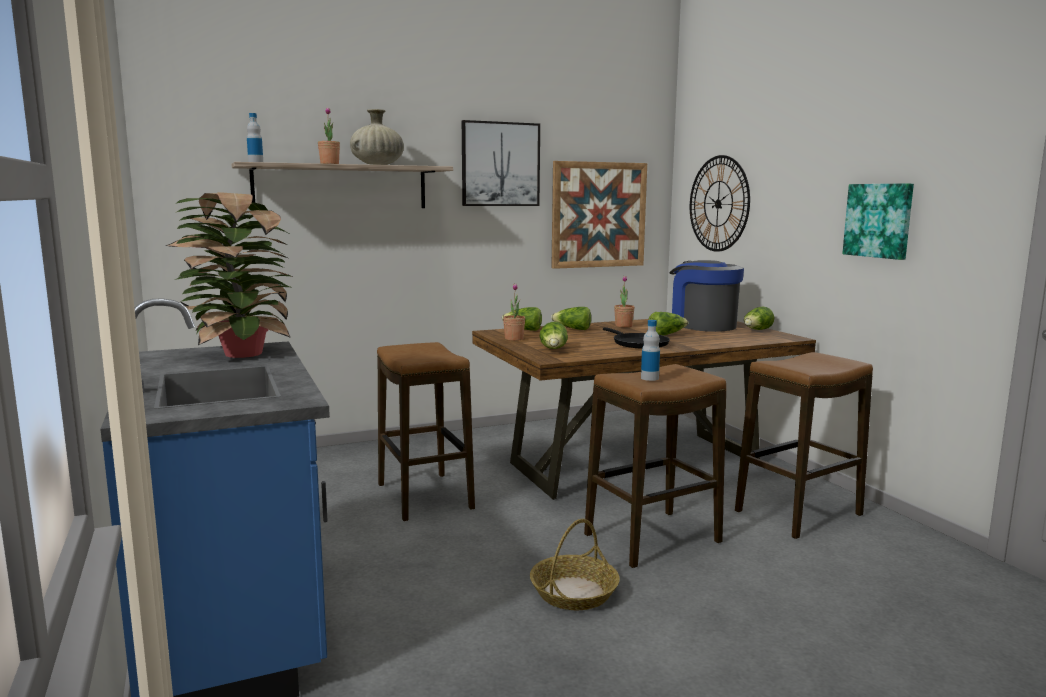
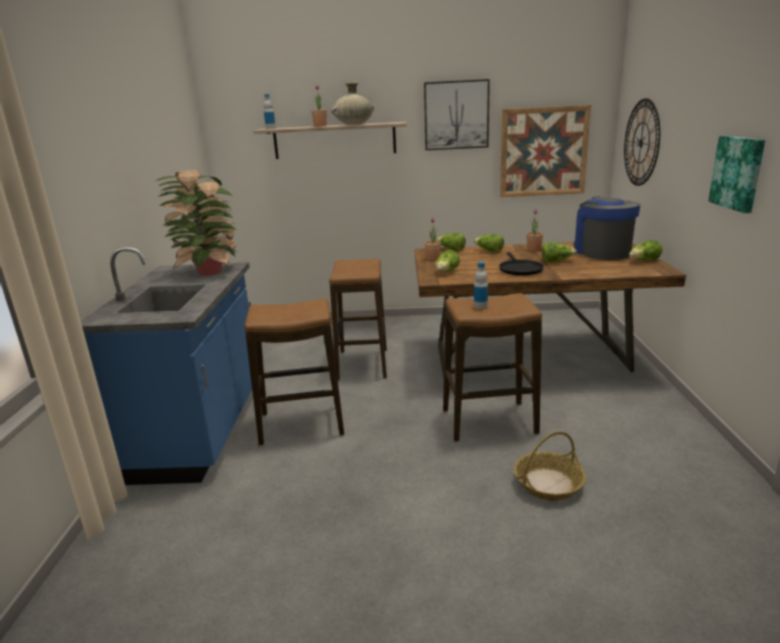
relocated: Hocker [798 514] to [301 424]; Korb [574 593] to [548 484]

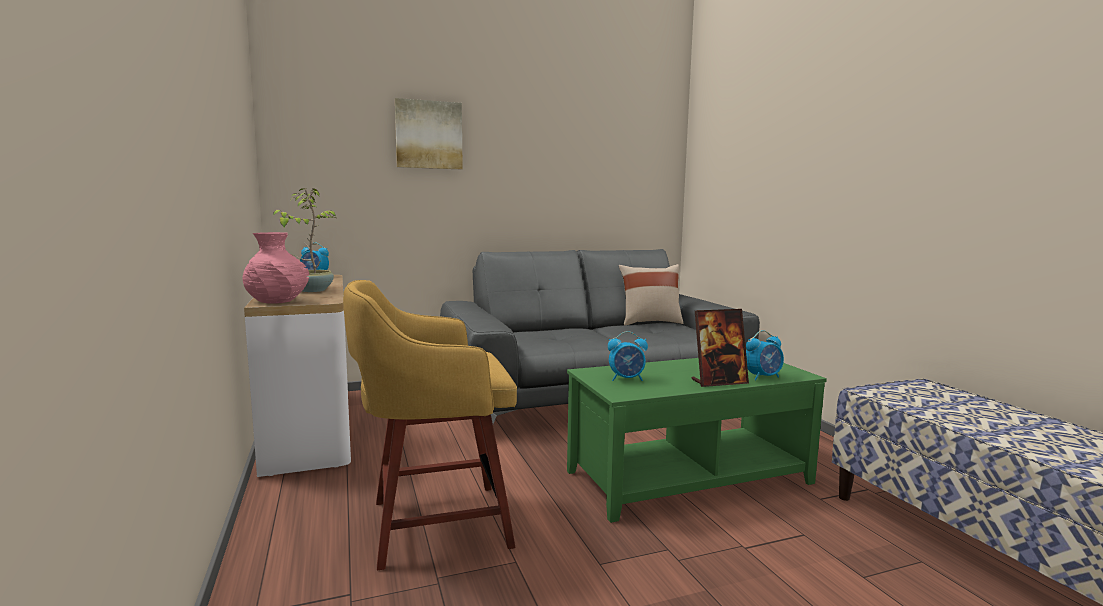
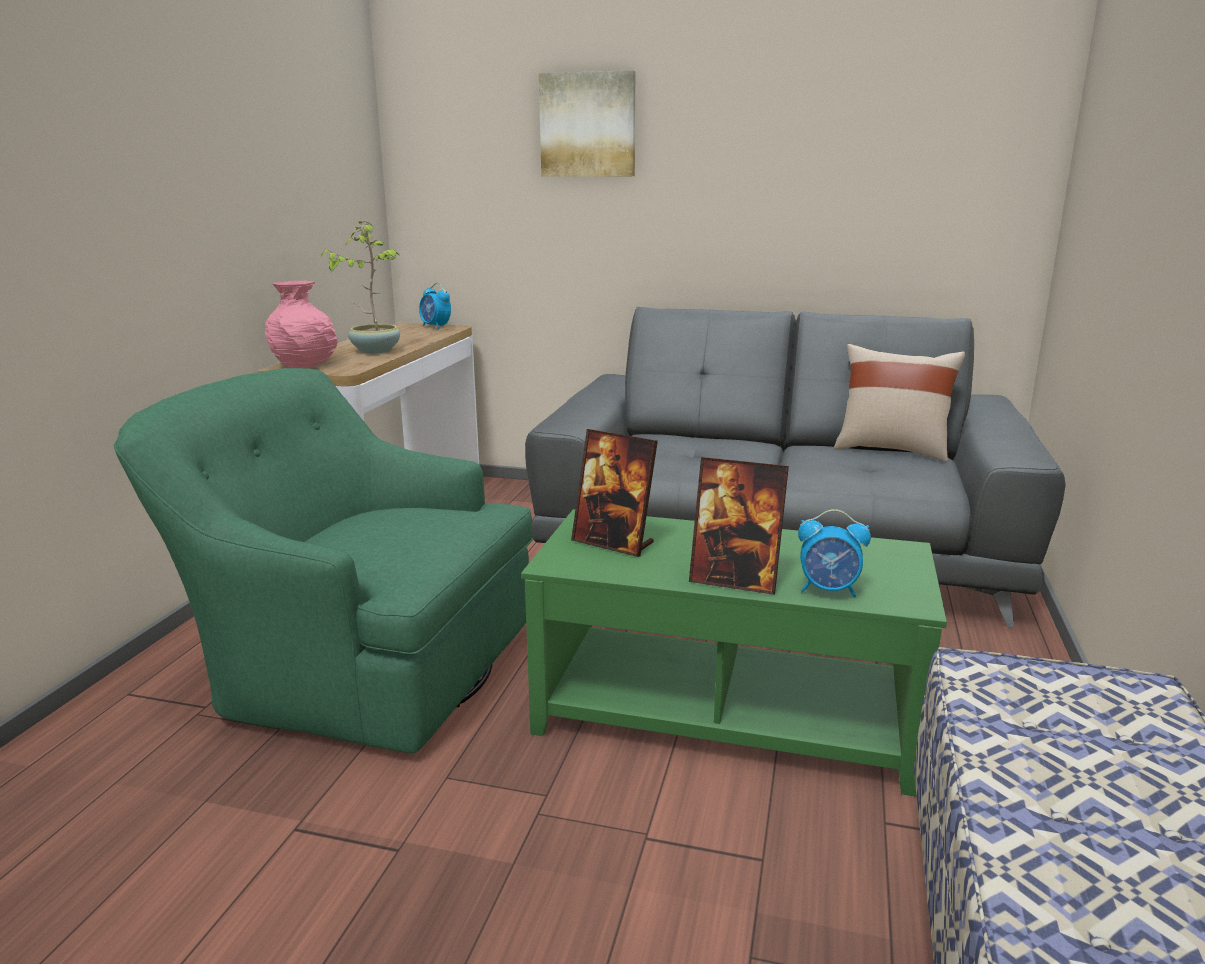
exchanged: Hocker [gelb] [434 524] to Sessel [grün] [358 664]; Wecker [627 379] to Bilderrahmen [613 543]

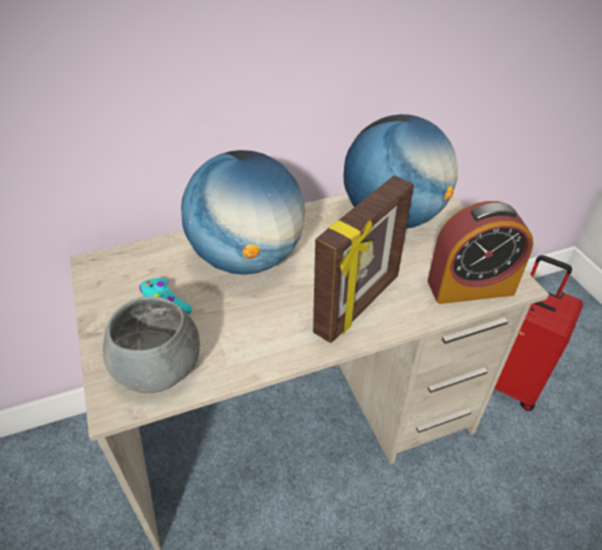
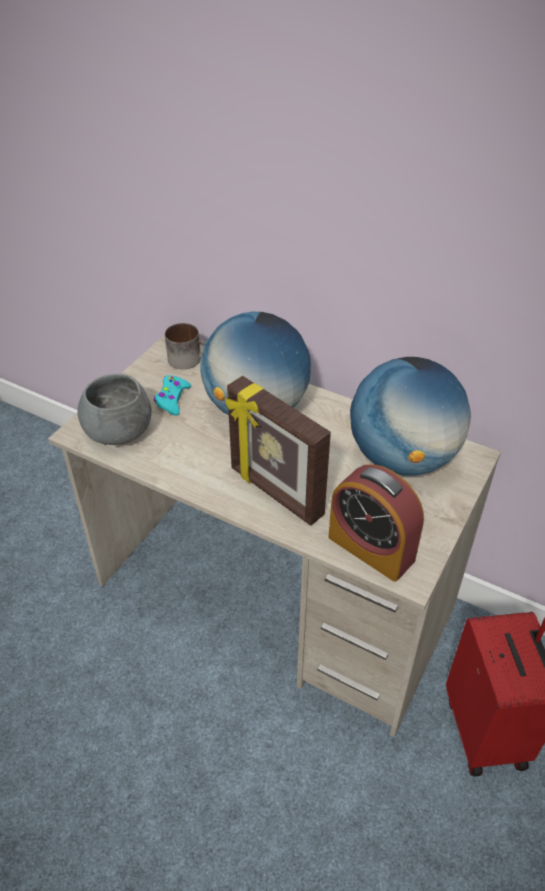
appeared: Henkelbecher [189 359]
spun: Bilderrahmen [359 305] = [275 493] 45 degrees clockwise

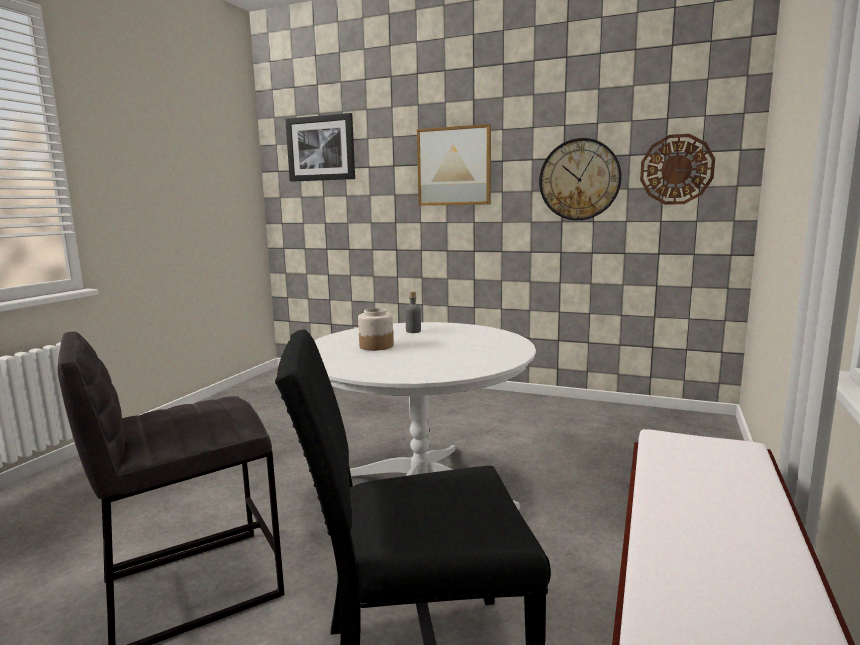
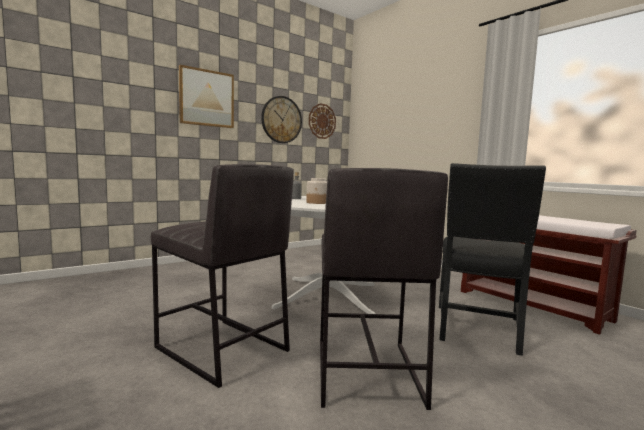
missing: Bild [321 148]
appeared: Hocker [grau] [221 350]

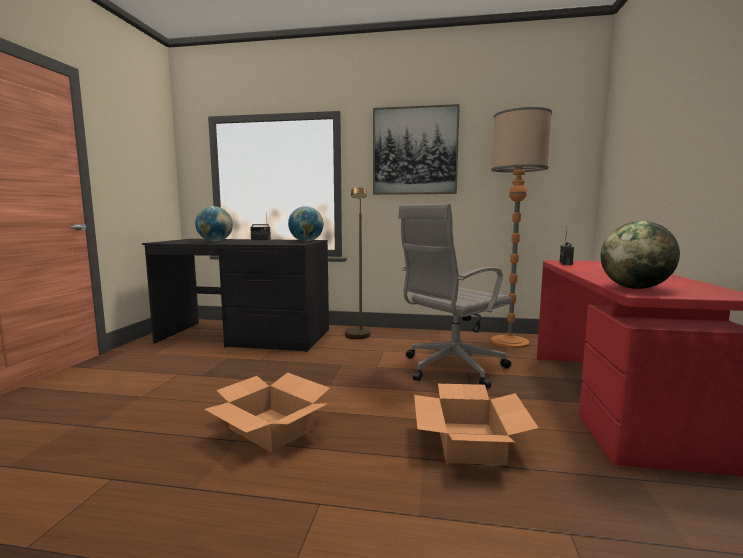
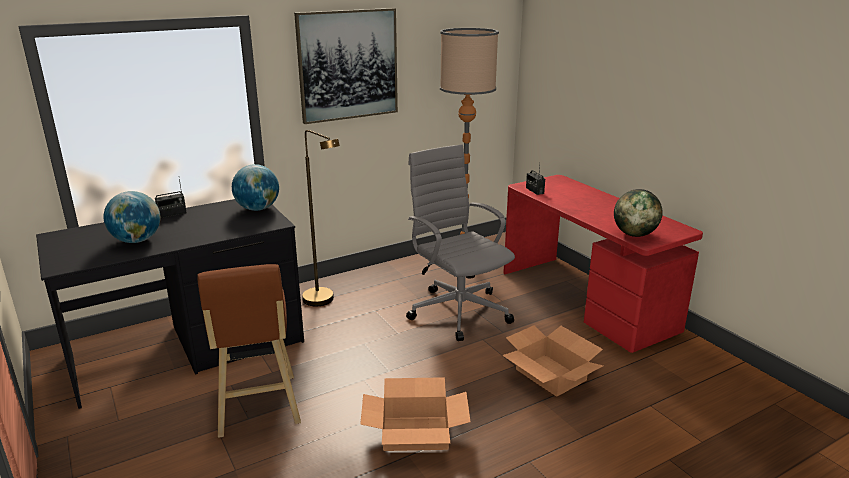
appeared: Hocker [braun] [258 408]
spun: Bürostuhl [grau] [451 368] = [458 310] 135 degrees clockwise

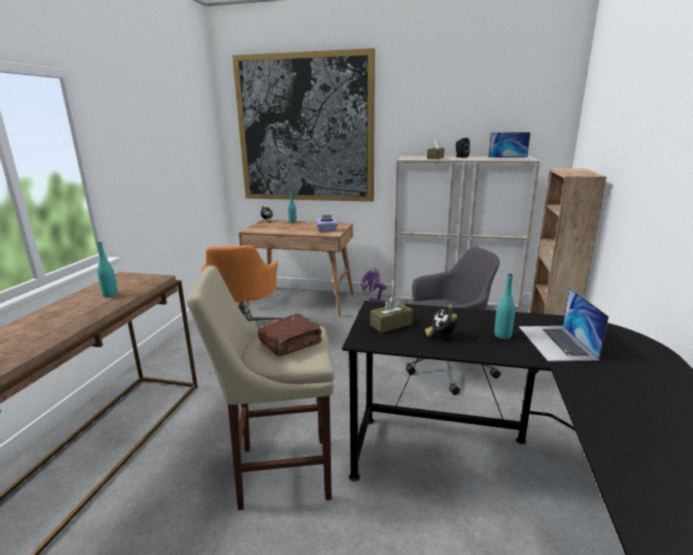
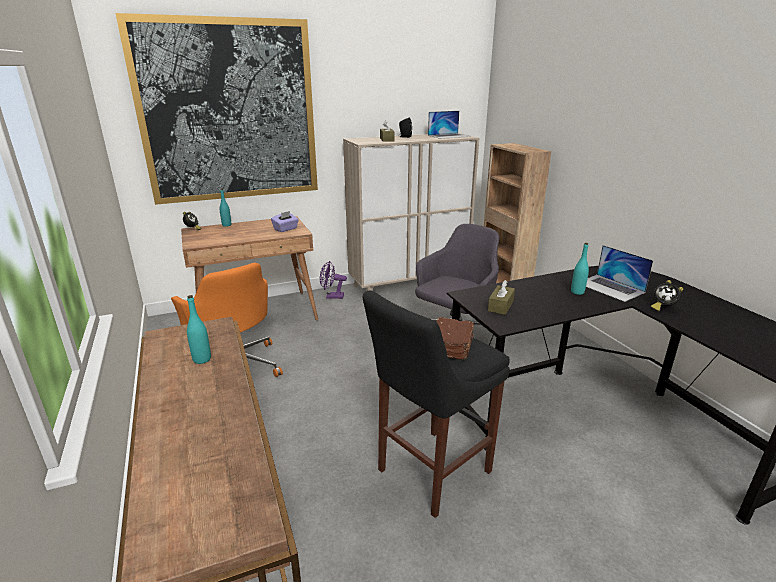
relocated: Wecker [441 336] to [662 308]
colour: Hocker [beige] [279 471] to Hocker [schwarz] [429 473]

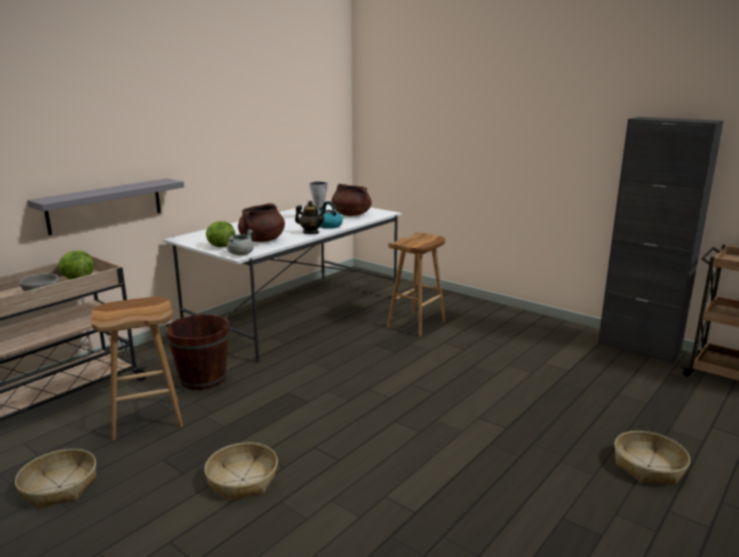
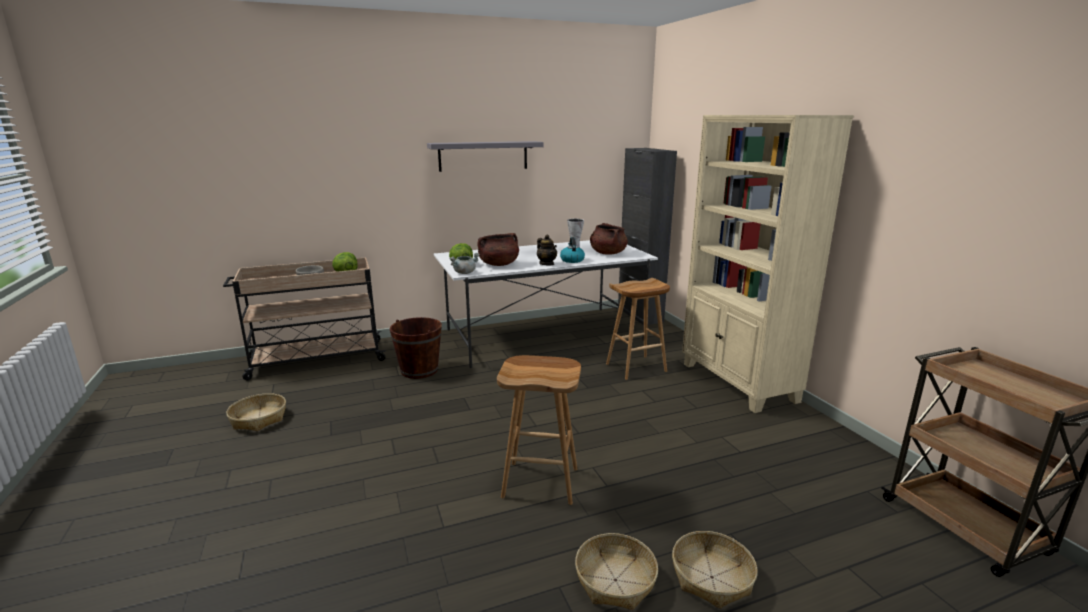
appeared: Bücherregal [beige] [738 383]
relocated: Schrank [schwarz] [638 348] to [640 315]; Wandregal [grau] [105 205] to [483 156]; Hocker [braun] [147 418] to [541 482]; Korb [243 479] to [615 580]

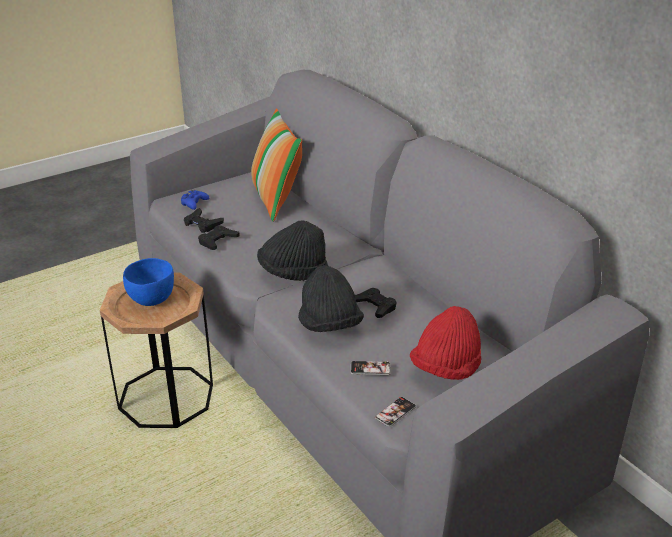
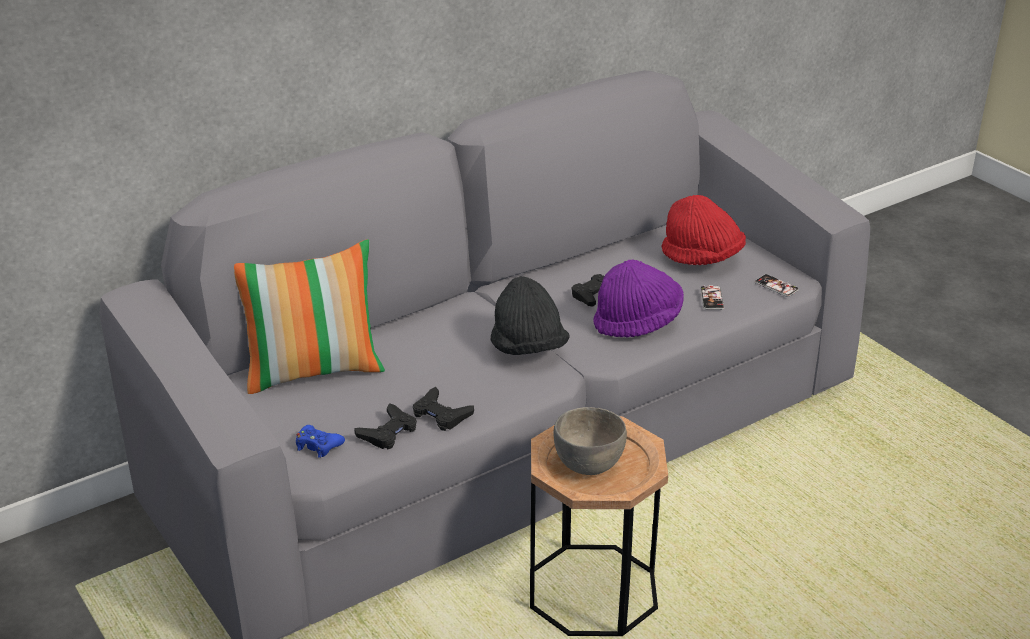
colour: Schüssel [blau] [151 300] to Schüssel [grau] [589 465]; Hut [schwarz] [329 324] to Hut [lila] [637 322]

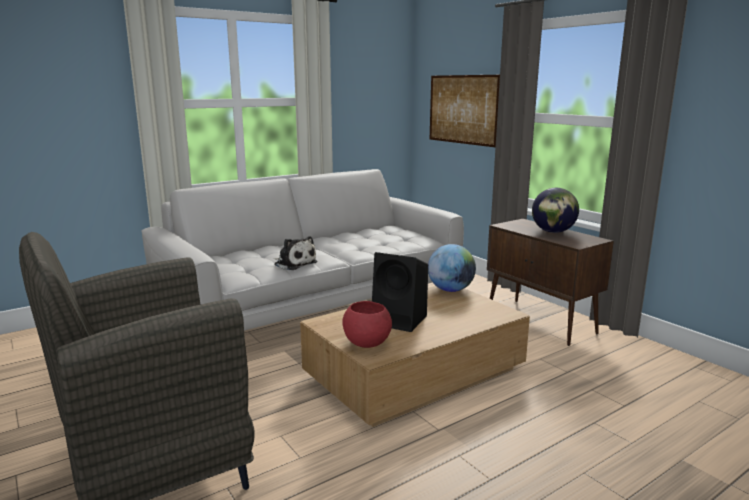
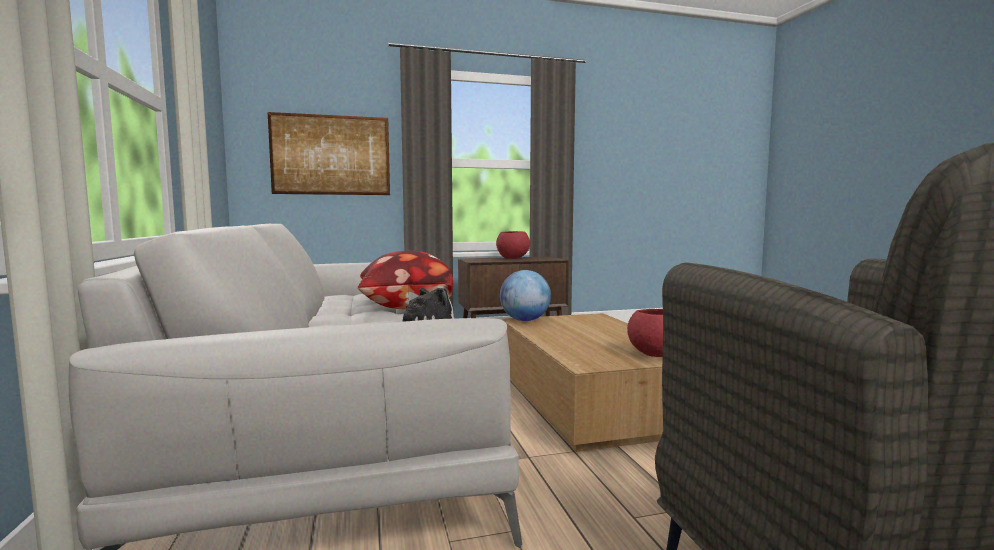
missing: Lautsprecher [schwarz] [400 320]
appeared: Kissen [404 308]
exchanged: Globus [553 232] to Schüssel [rot] [513 258]

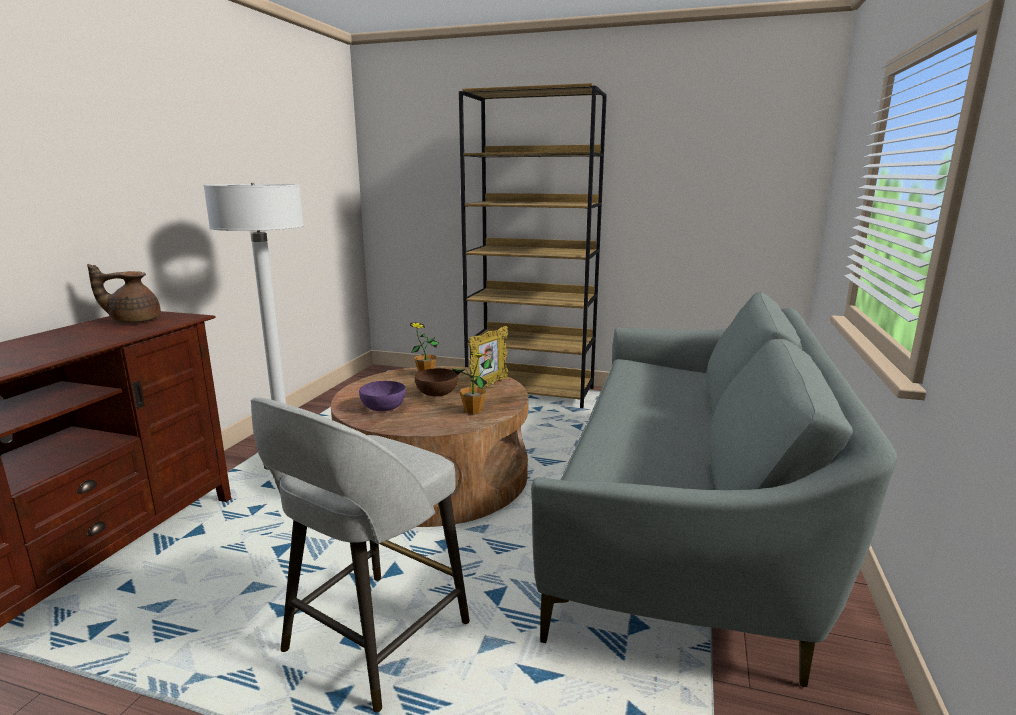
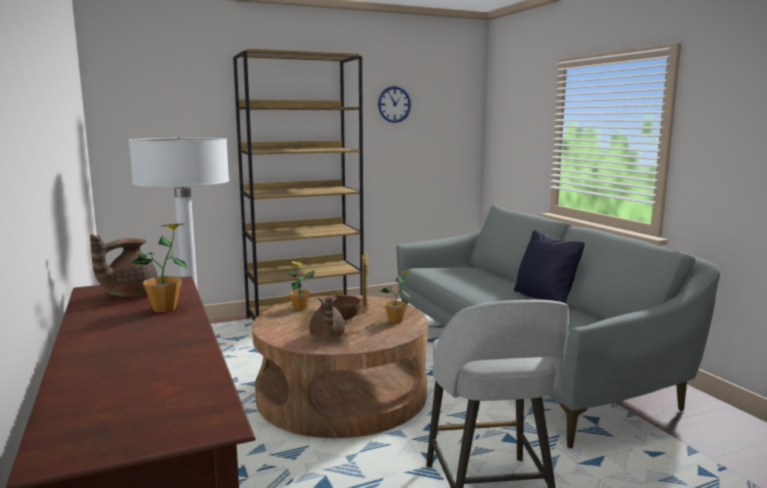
appeared: Wanduhr [394 104]; Topfpflanze [165 308]; Kissen [schwarz] [544 299]
exchanged: Schüssel [lila] [383 407] to Teekanne [braun] [327 337]

